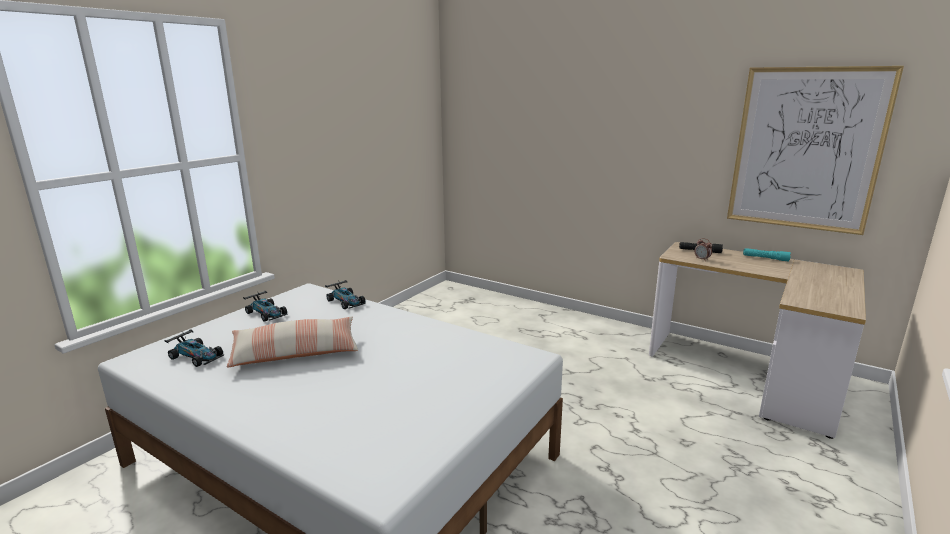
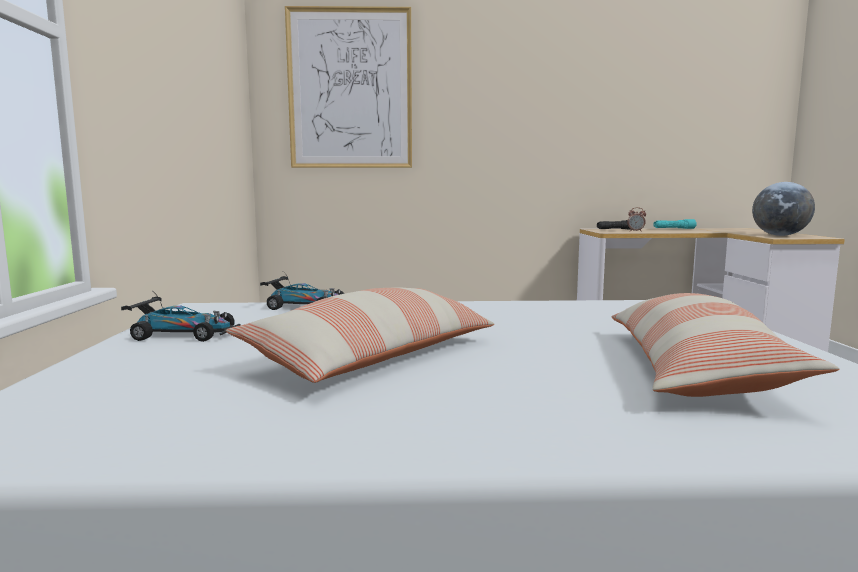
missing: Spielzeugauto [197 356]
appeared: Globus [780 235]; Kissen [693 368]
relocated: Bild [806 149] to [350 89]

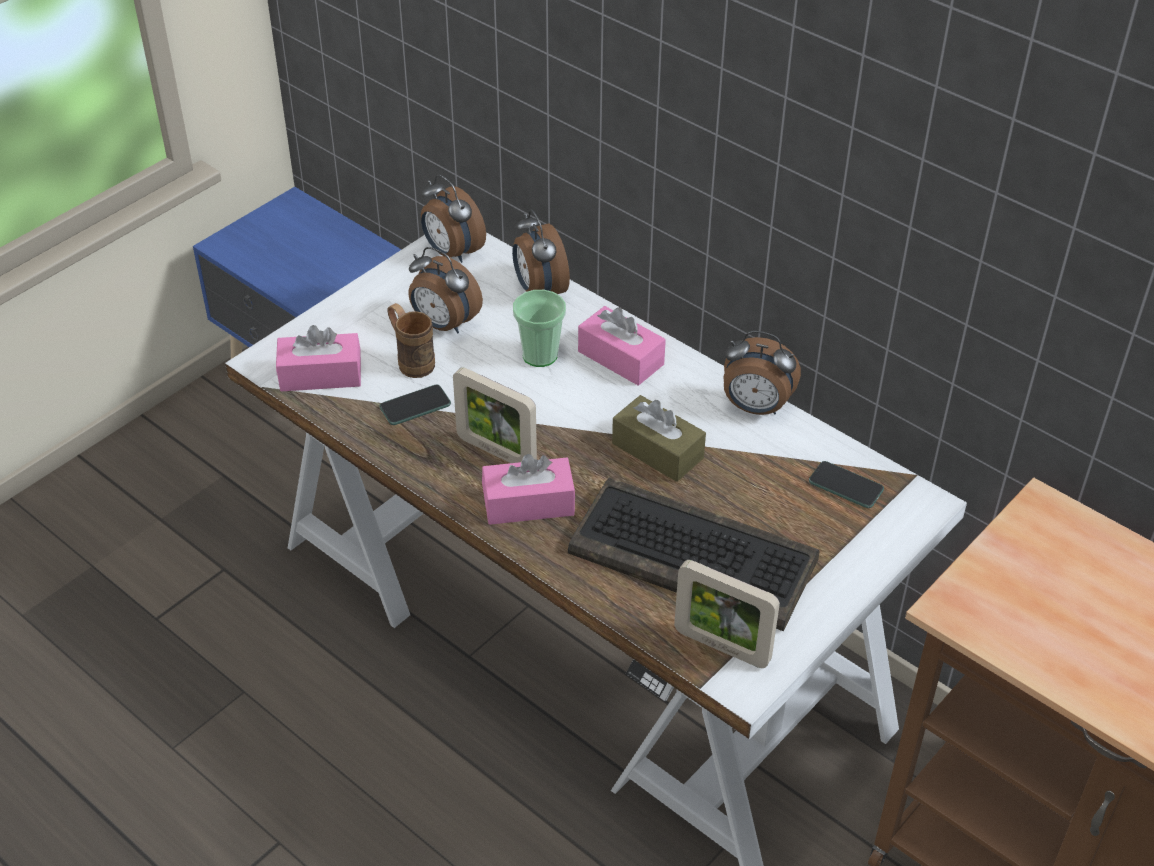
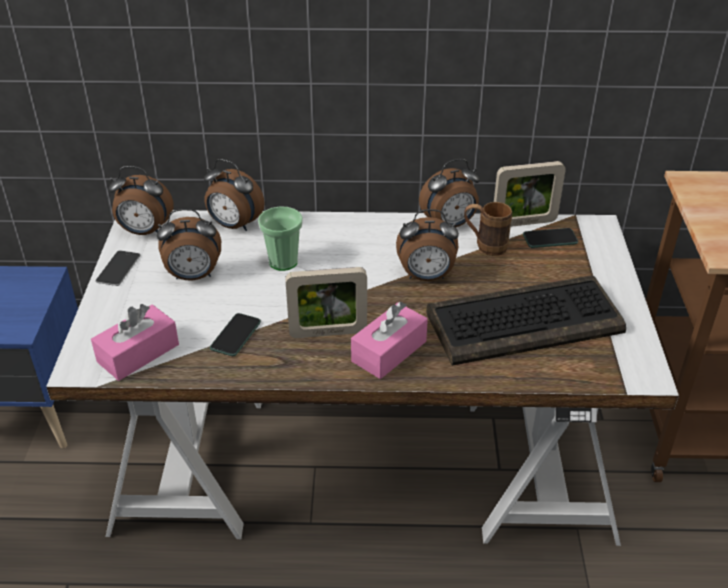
missing: Taschentuchbox [rosa] [620 358]
appeared: Handy [118 268]
relocated: Henkelbecher [braun] [411 360] to [484 246]; Bilderrahmen [722 647] to [524 223]
exchanged: Taschentuchbox [braun] [657 451] to Wecker [426 277]

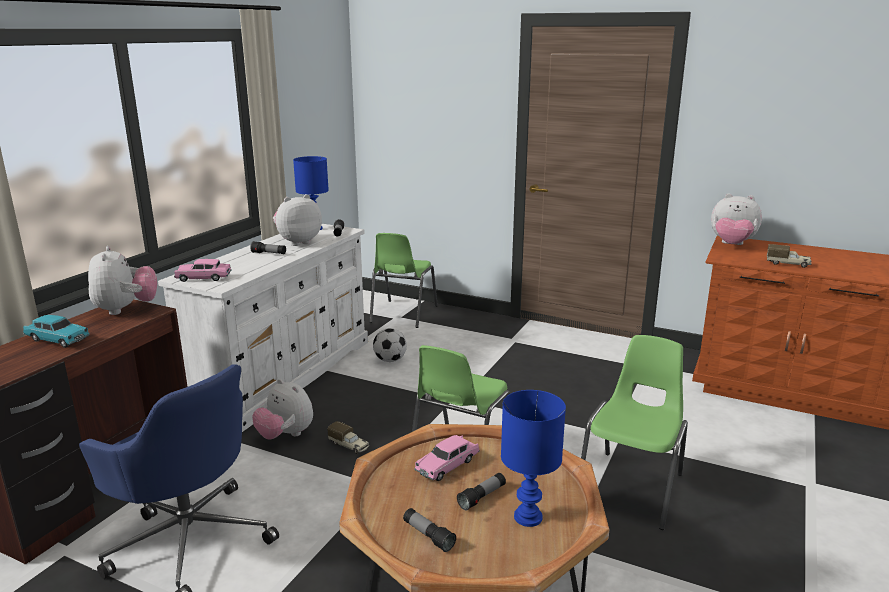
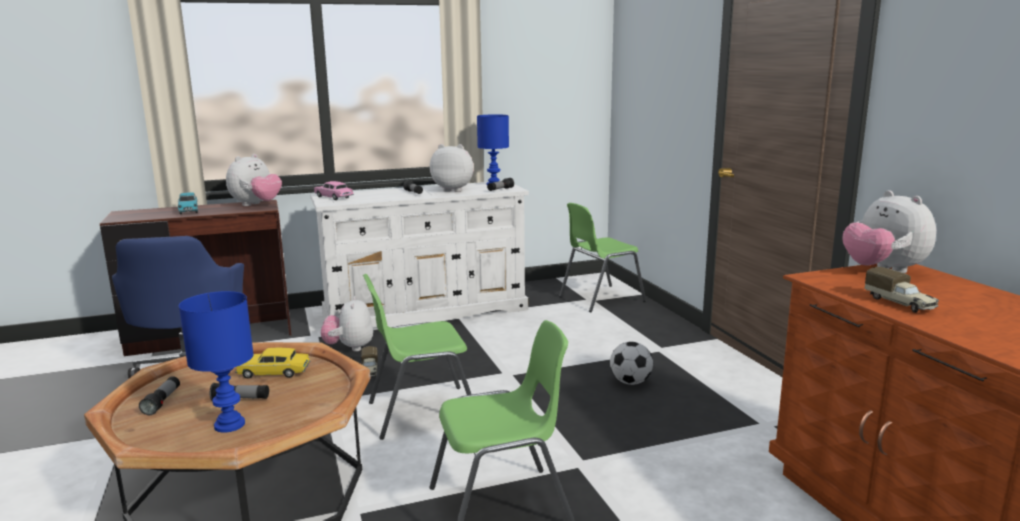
relocated: Fußball [390 360] to [630 382]
colour: Spielzeugauto [rosa] [447 466] to Spielzeugauto [gelb] [274 373]

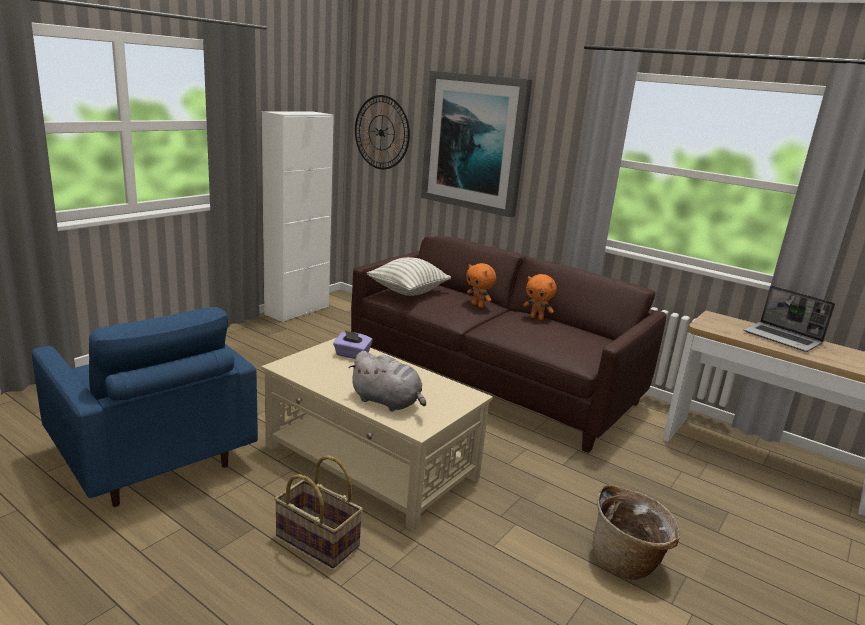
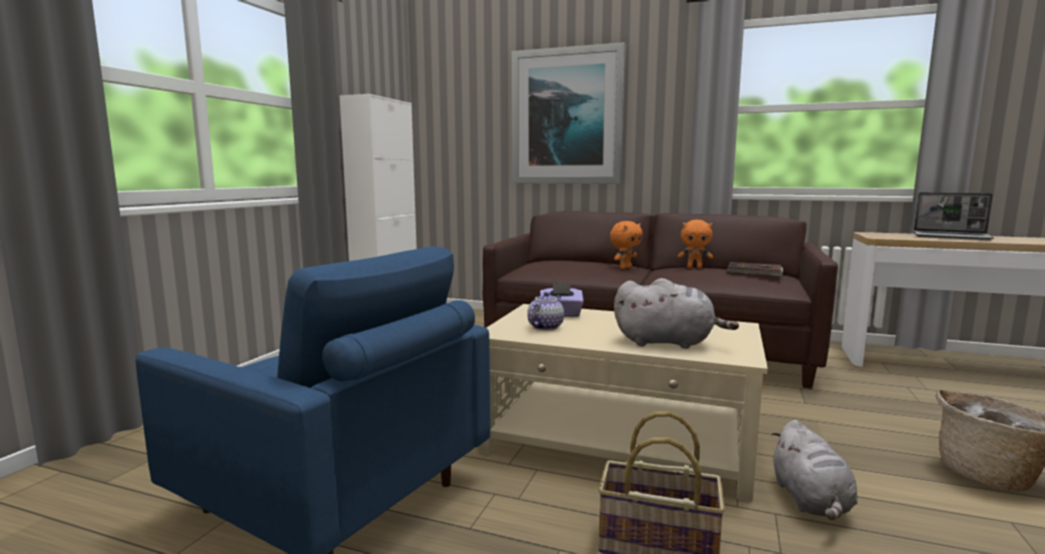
missing: Wanduhr [381 132]; Kissen [407 292]
appeared: Buch [braun] [754 272]; Teekanne [545 327]; Plüschtier [grau] [811 501]
spun: Plüschtier [orange] [478 305] = [625 268] 75 degrees counterclockwise

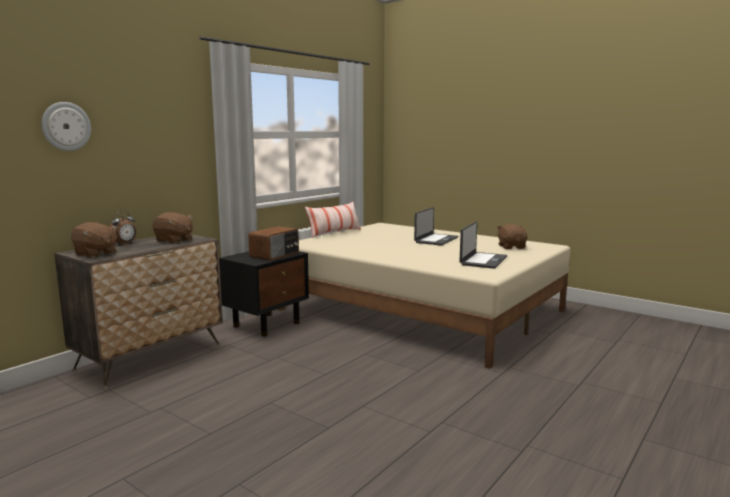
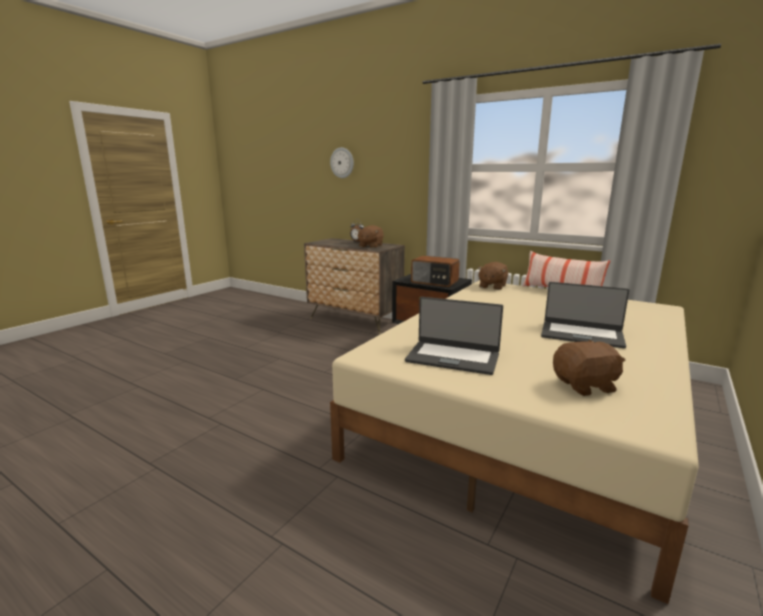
relocated: Plüschtier [braun] [95 254] to [492 286]

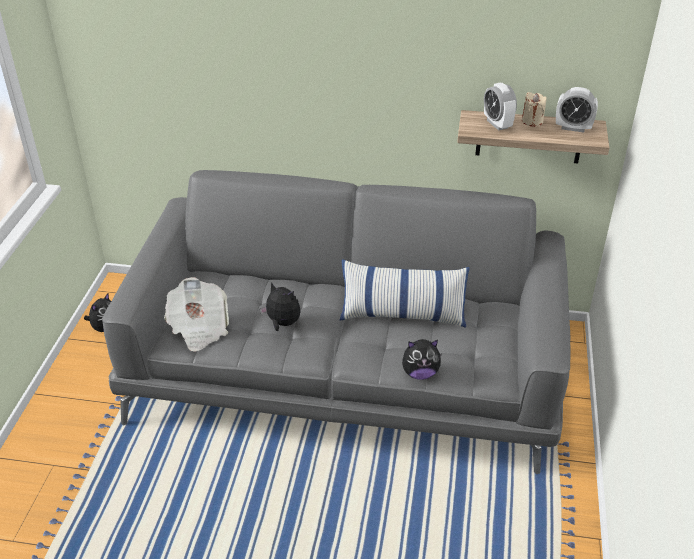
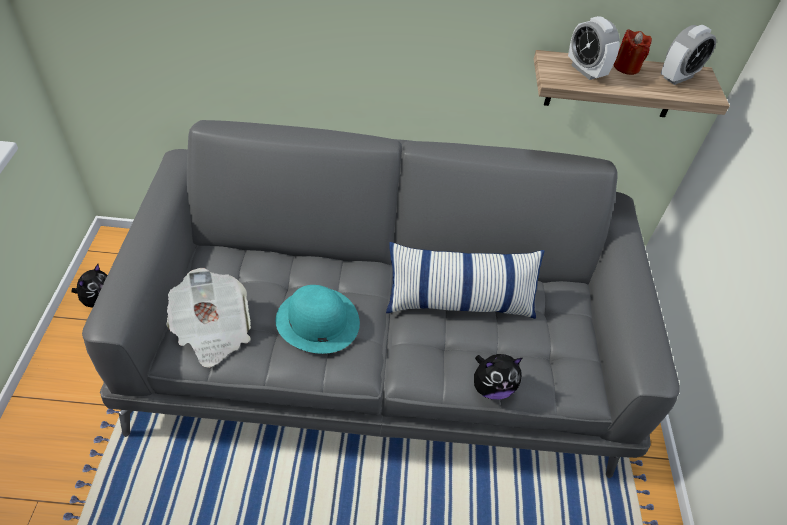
exchanged: Plüschtier [282 323] to Hut [türkis] [317 321]
colour: Kerze [beige] [532 121] to Kerze [rot] [626 67]
spun: Wecker [573 128] = [678 77] 45 degrees counterclockwise

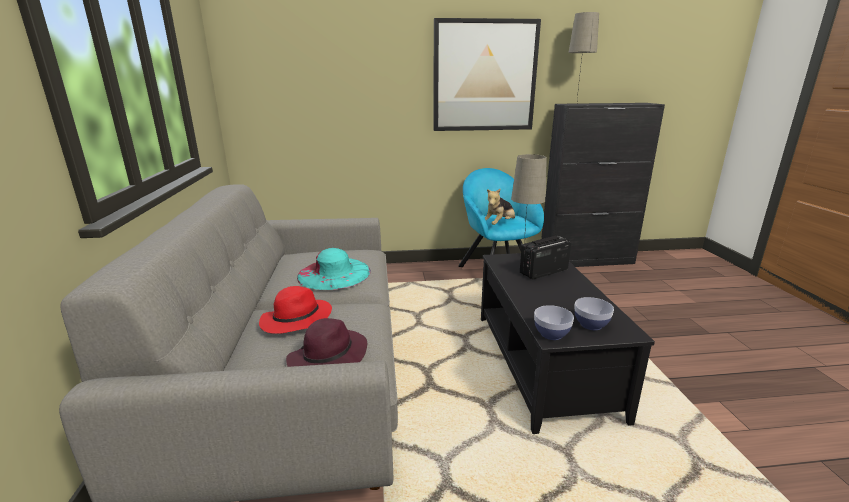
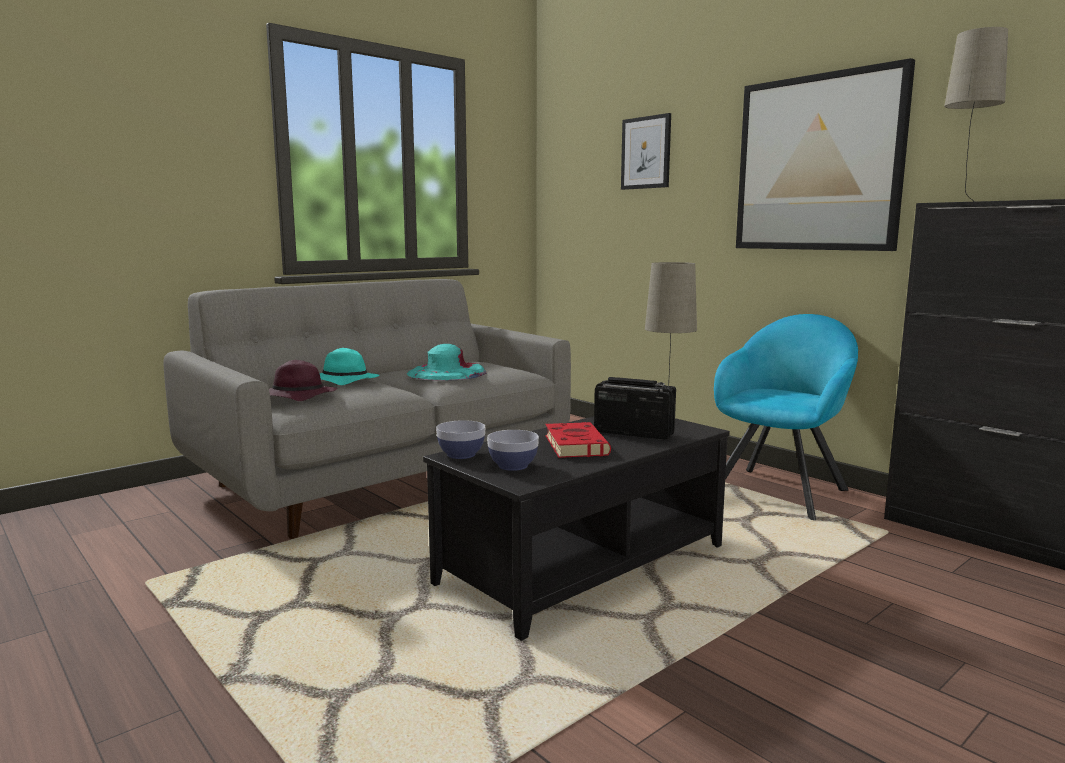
missing: Plüschtier [499 224]
appeared: Bild [646 153]; Buch [rot] [575 445]
colour: Hut [rot] [296 321] to Hut [türkis] [344 381]

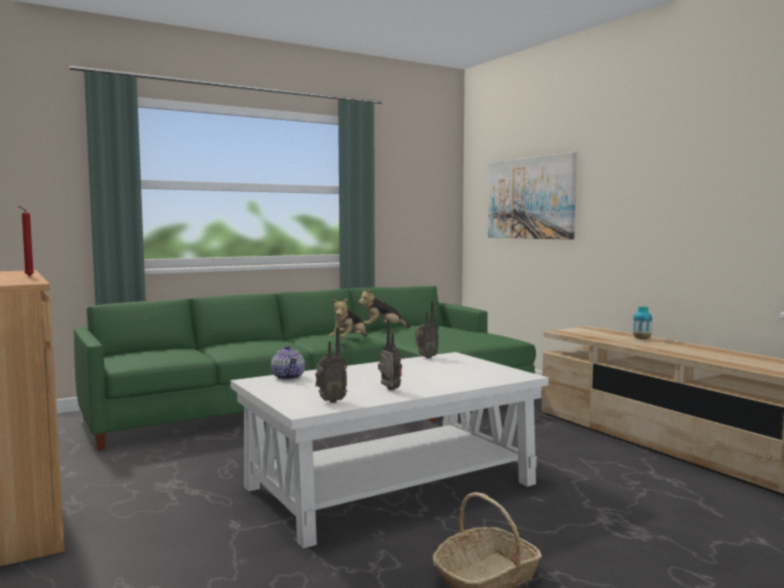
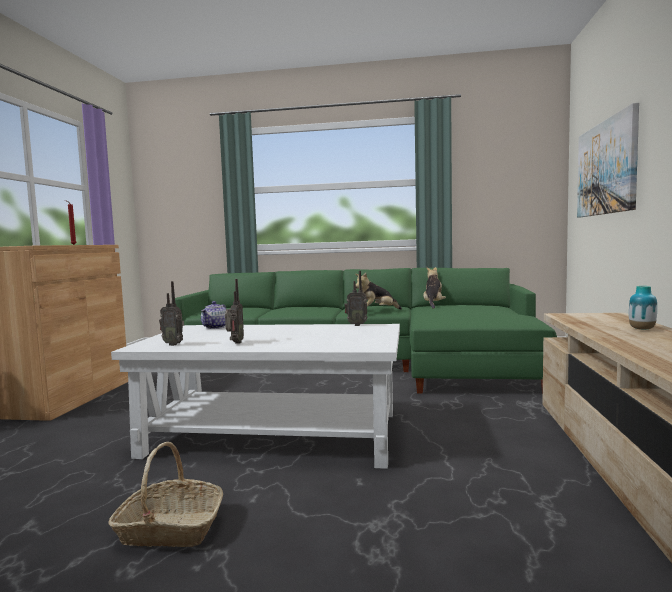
spun: Plüschtier [382 328] = [433 305] 75 degrees clockwise

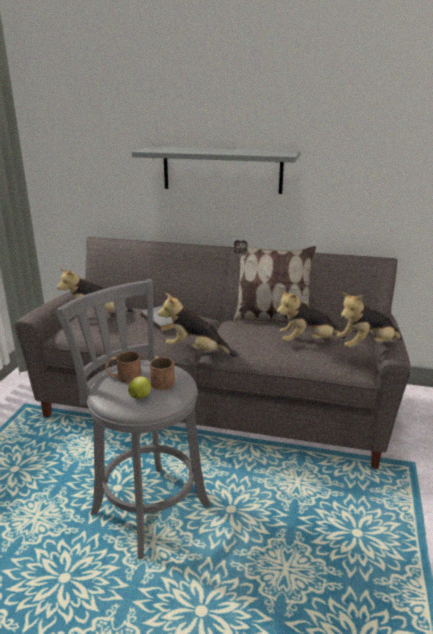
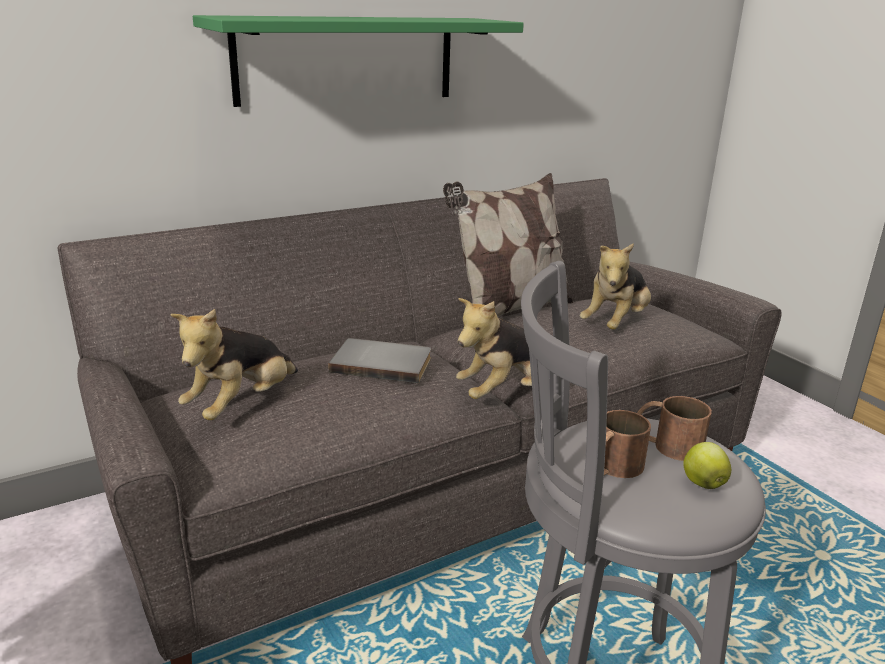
missing: Plüschtier [366 346]
colour: Wandregal [grau] [222 170] to Wandregal [grün] [347 59]

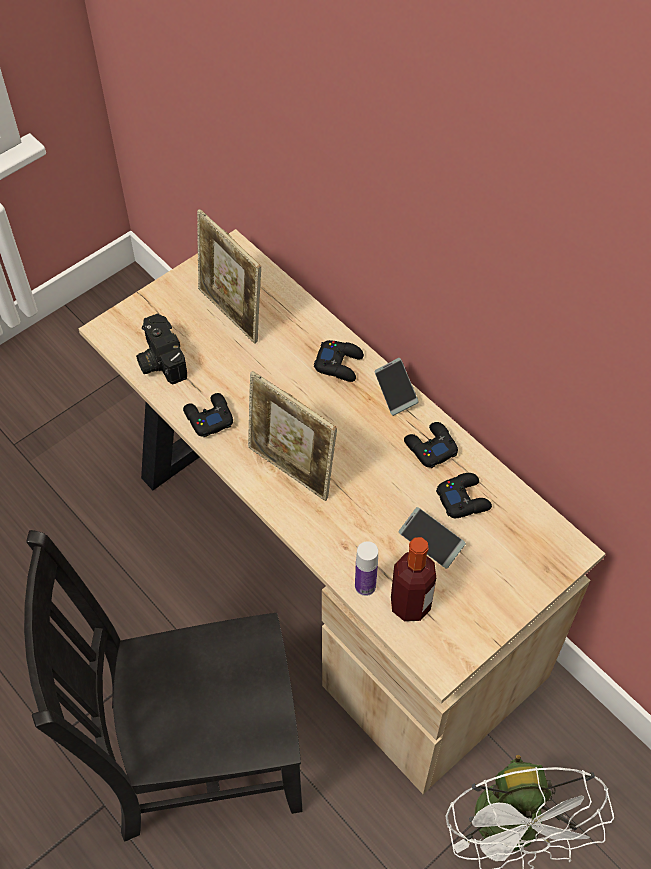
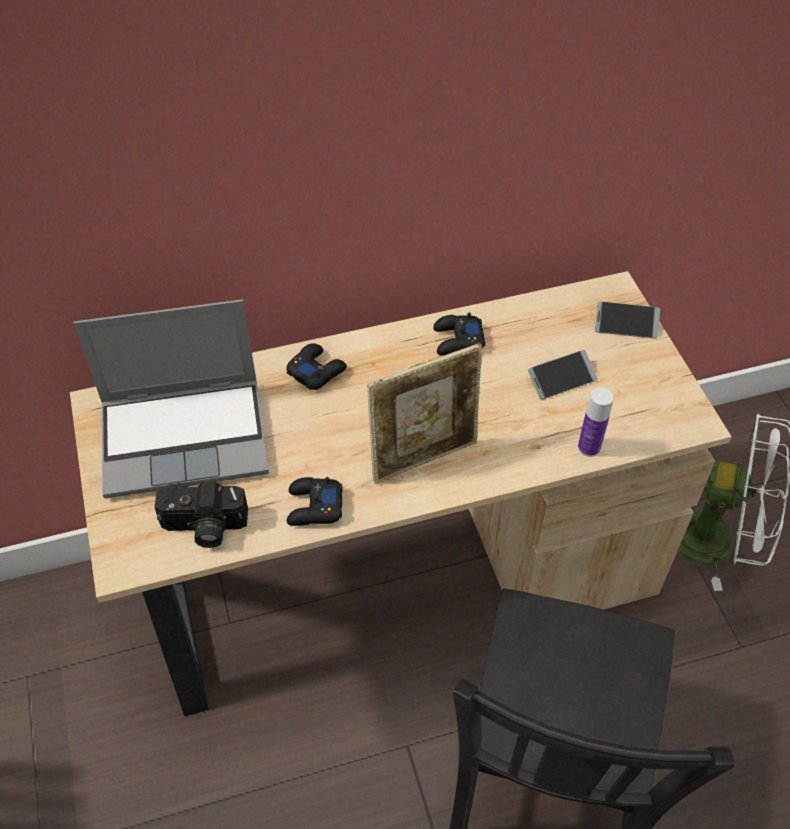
missing: Gamepad [schwarz] [463 499]; Flasche [410 605]
relocated: Handy [395 390] to [626 325]
exchanged: Bilderrahmen [231 314] to Laptop [186 437]

